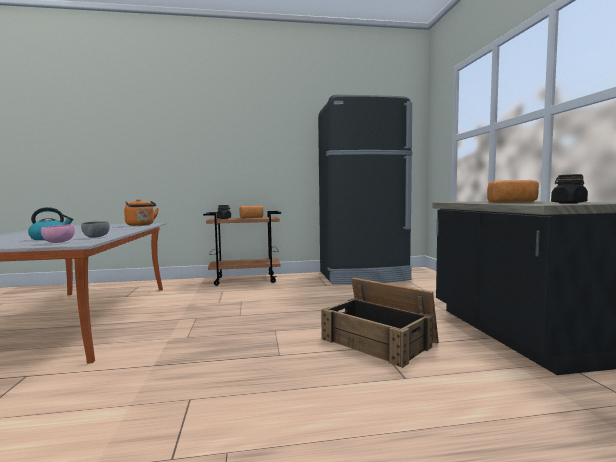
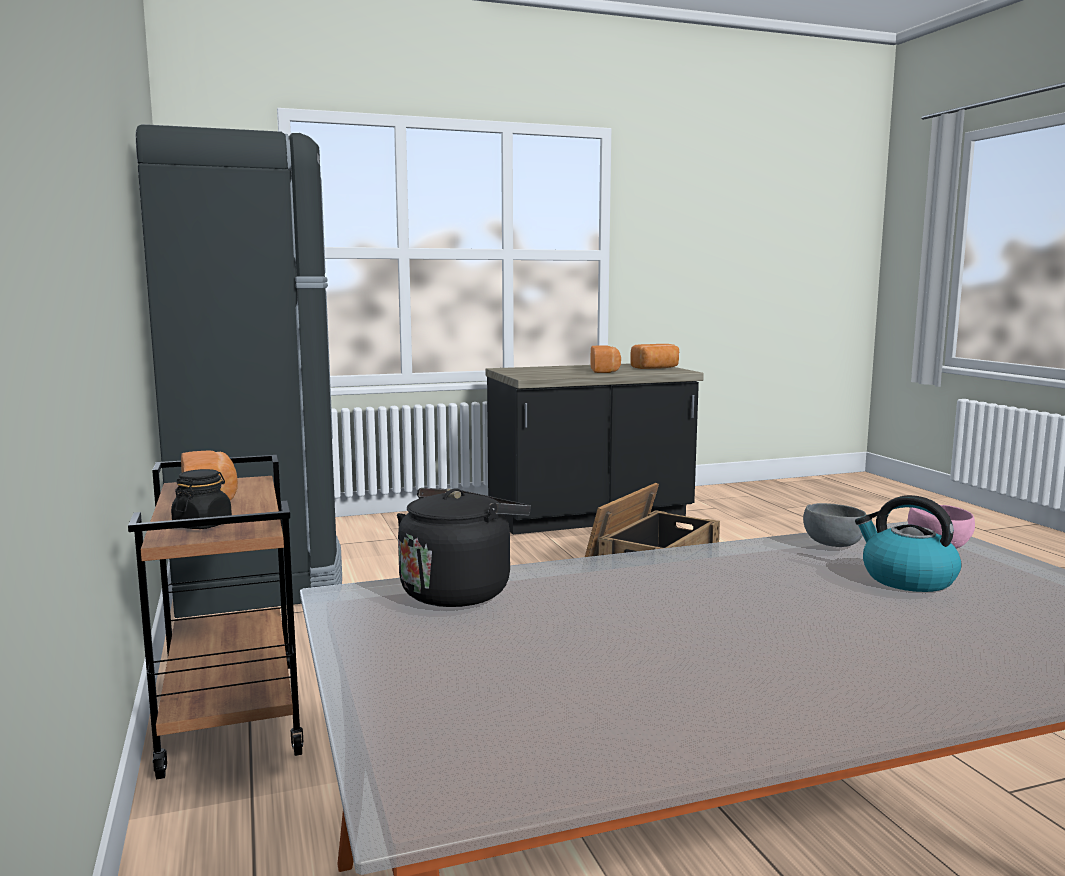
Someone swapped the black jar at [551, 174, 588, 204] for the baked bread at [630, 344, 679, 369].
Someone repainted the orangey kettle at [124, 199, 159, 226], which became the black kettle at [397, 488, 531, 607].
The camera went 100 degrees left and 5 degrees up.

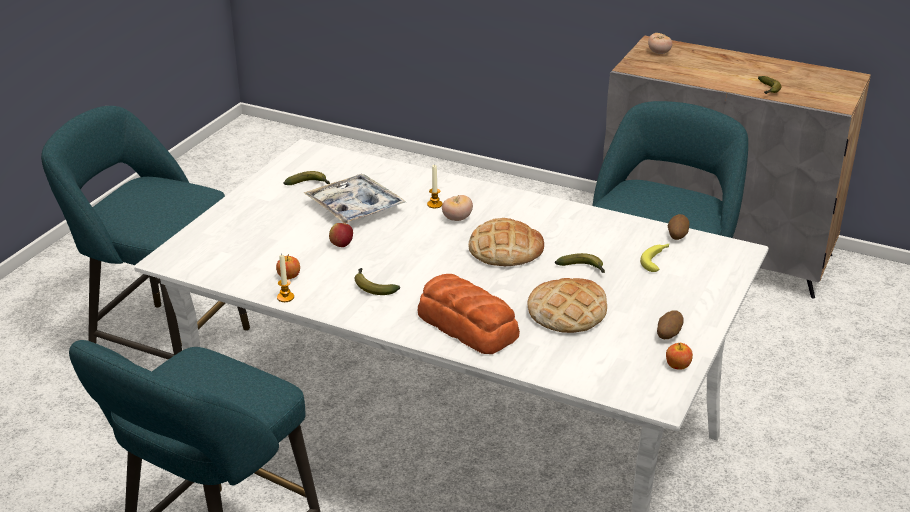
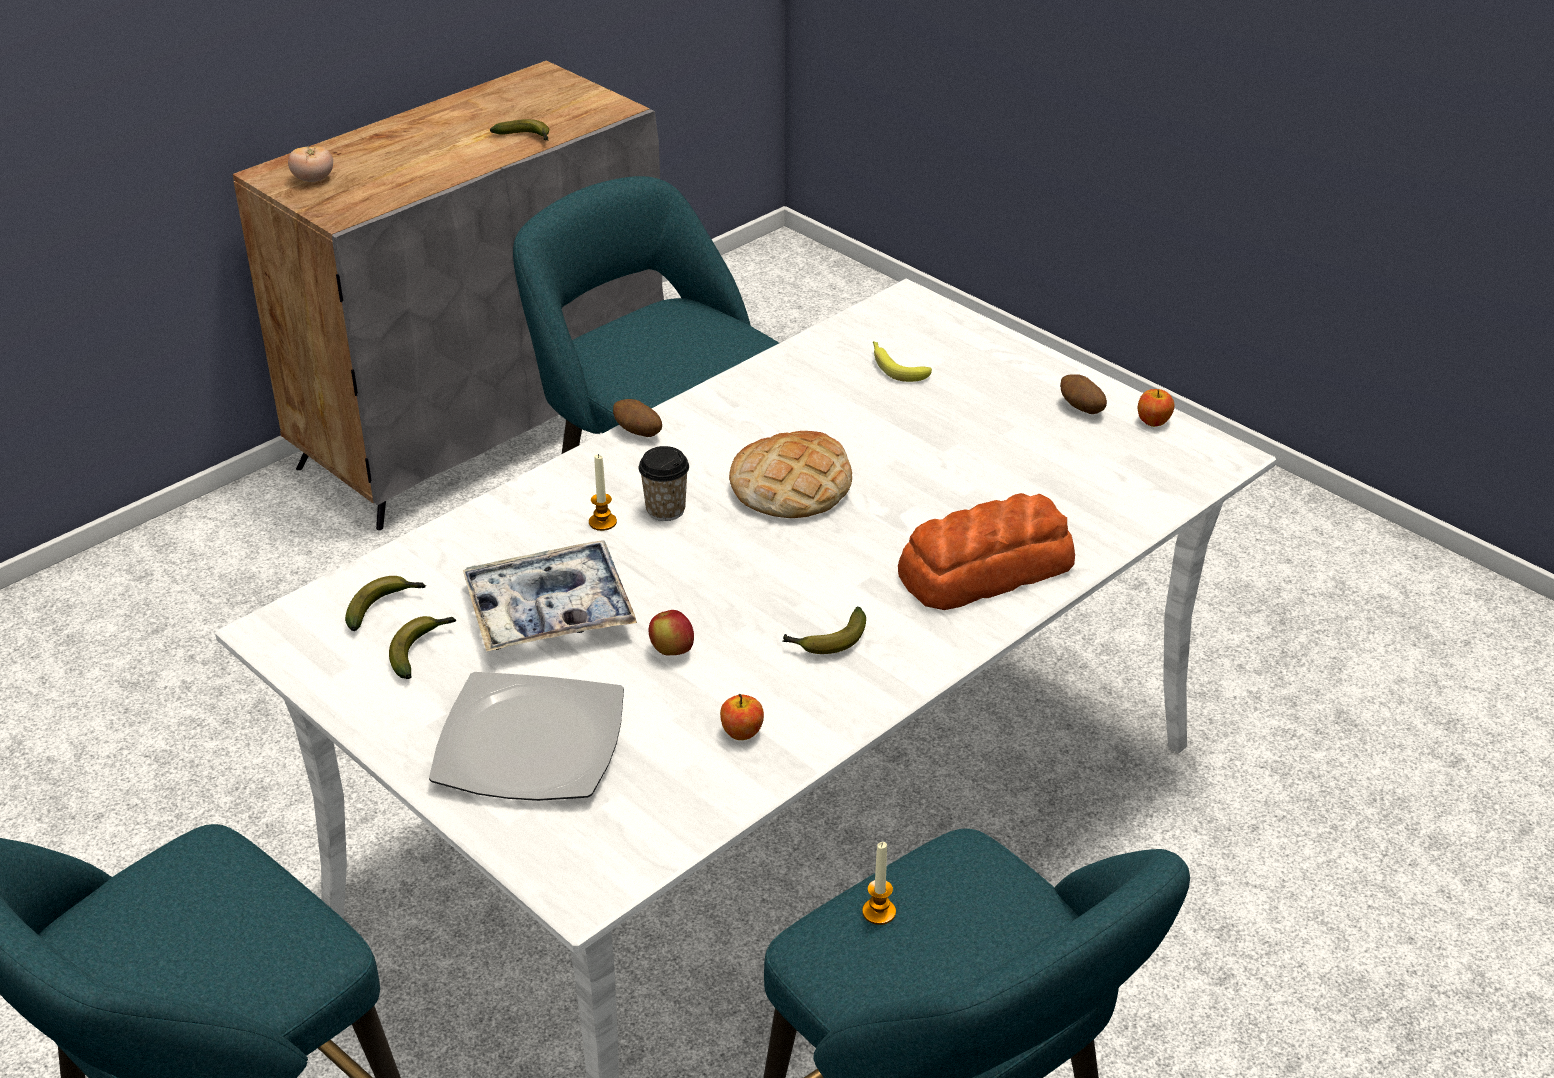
Someone swapped the whole tomato at [442, 195, 473, 221] for the cup at [638, 446, 689, 521].
Someone carried the whole potato from [668, 214, 689, 240] to [613, 399, 662, 437].
Someone carried the banana fruit from [555, 253, 605, 273] to [345, 576, 426, 631].
Someone carried the wax light from [277, 255, 294, 302] to [862, 842, 896, 925].
Someone took away the baked bread at [528, 278, 607, 333].
Someone put down the dinner plate at [429, 672, 624, 801].
The camera went 70 degrees left and 5 degrees up.

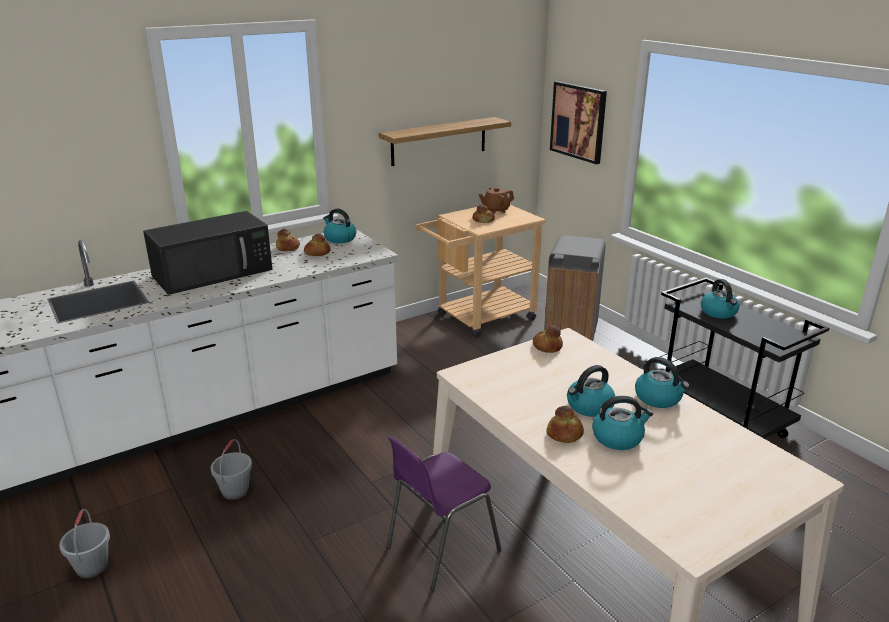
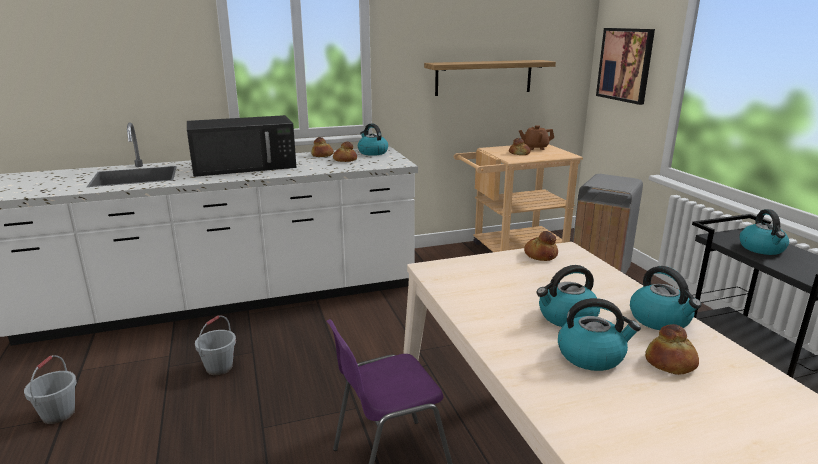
Someone carried the baked bread from [547, 406, 584, 443] to [645, 324, 699, 375].
The camera went 15 degrees right and 5 degrees down.

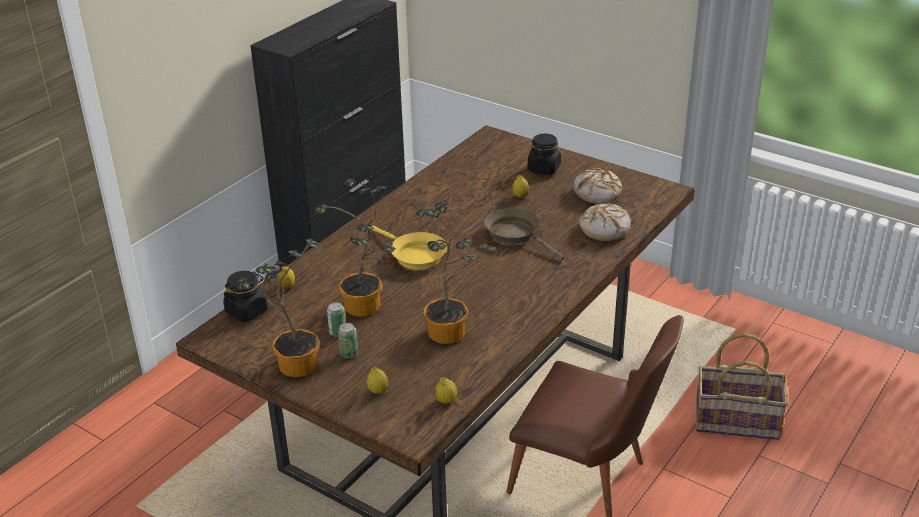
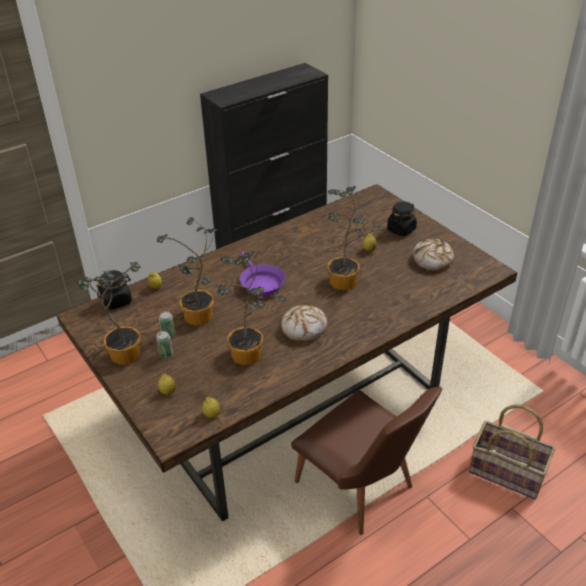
Someone carried the baked bread from [579, 203, 631, 241] to [281, 305, 328, 341].
Someone swapped the brown-coloured frying pan at [484, 208, 564, 260] for the plant in a pot at [327, 186, 385, 290].
Someone repainted the yellow-coloured frying pan at [372, 226, 447, 270], which became the purple-coloured frying pan at [240, 251, 285, 296].
The camera went 20 degrees right and 5 degrees up.

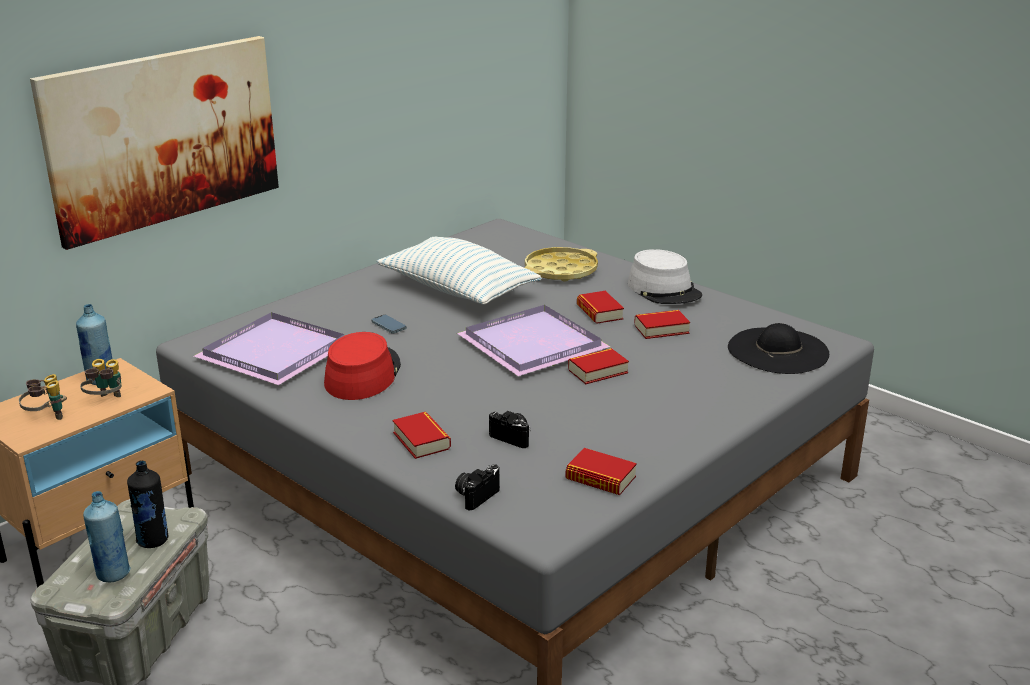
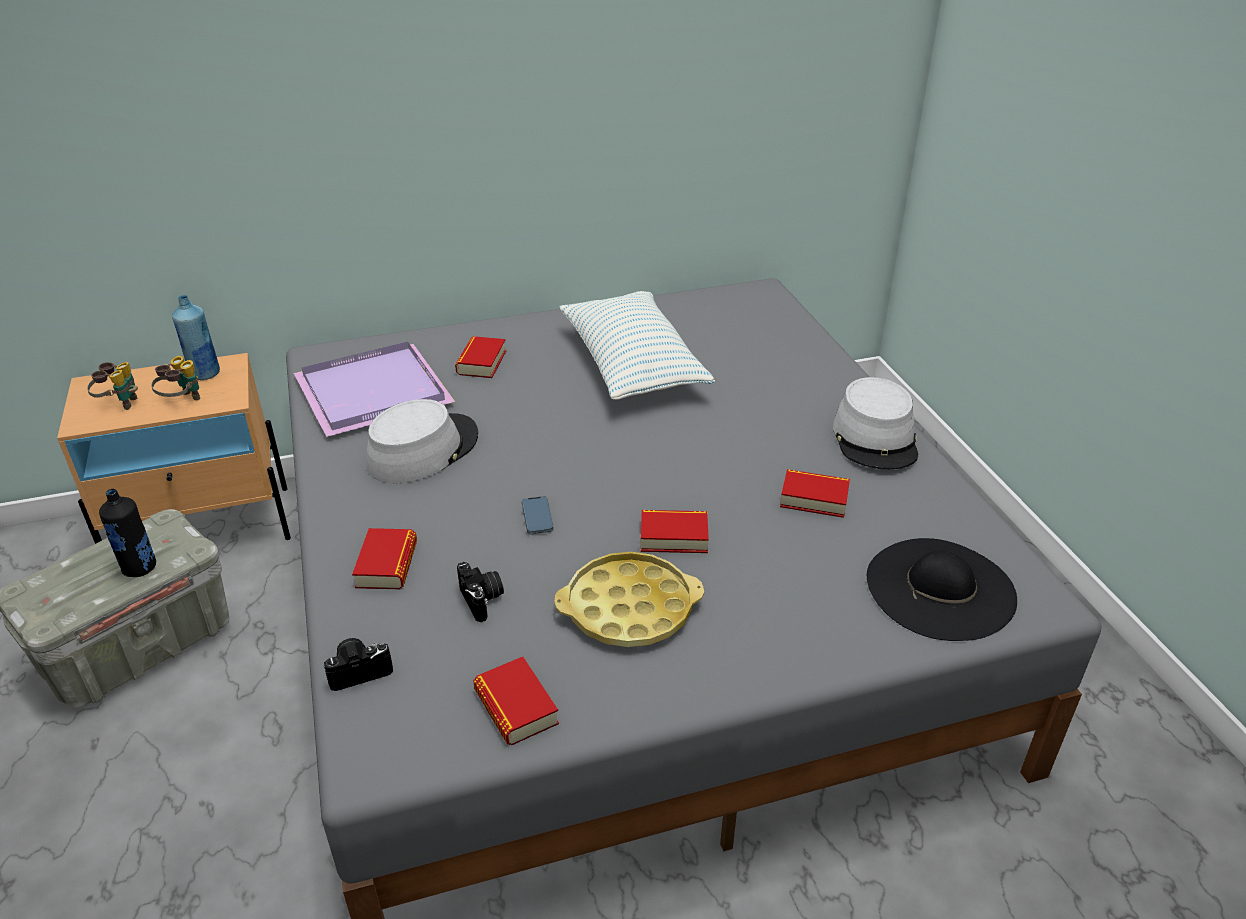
Someone took away the wall picture at [30, 36, 279, 250].
Someone carried the yellow-coloured tray from [525, 247, 598, 282] to [555, 552, 704, 647].
Someone carried the bound book from [577, 291, 624, 324] to [455, 336, 506, 378].
Someone took away the purple-coloured tray at [457, 305, 611, 376].
Someone carried the phone from [371, 315, 407, 333] to [522, 496, 554, 534].
Someone repainted the reddish clothing hat at [324, 332, 401, 400], which became the grey clothing hat at [367, 399, 478, 483].
Someone took away the blue bottle at [83, 491, 131, 583].
The camera went 30 degrees right and 10 degrees up.

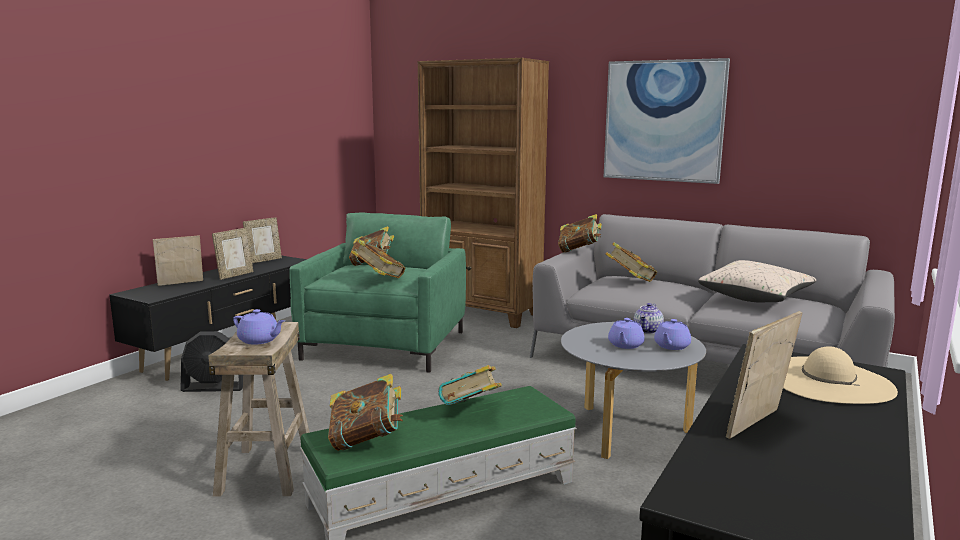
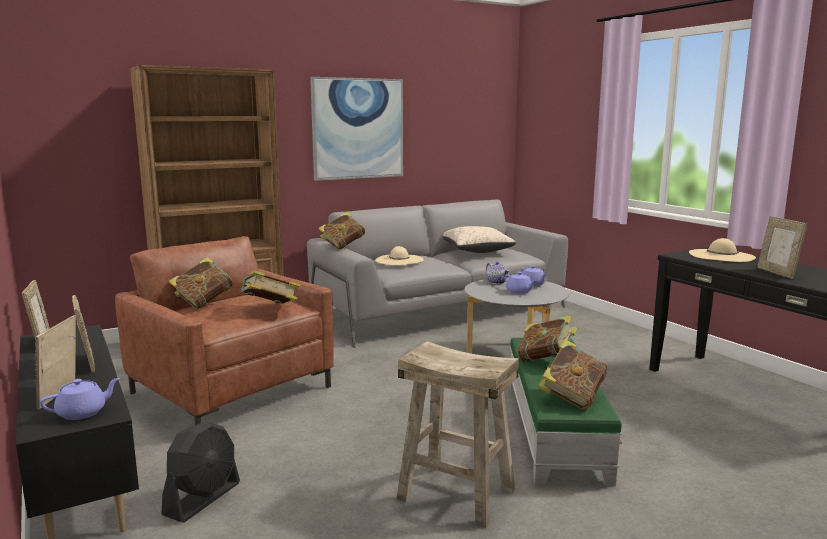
Someone repainted the greenish armchair at [289, 213, 466, 373], which became the brown-coloured armchair at [115, 236, 334, 425].
Someone swapped the bound book at [606, 242, 657, 282] for the beige-coloured clothing hat at [375, 246, 424, 265].
Someone carried the purple-coloured teapot from [233, 309, 285, 345] to [40, 378, 120, 420].
The camera went 60 degrees left and 0 degrees up.

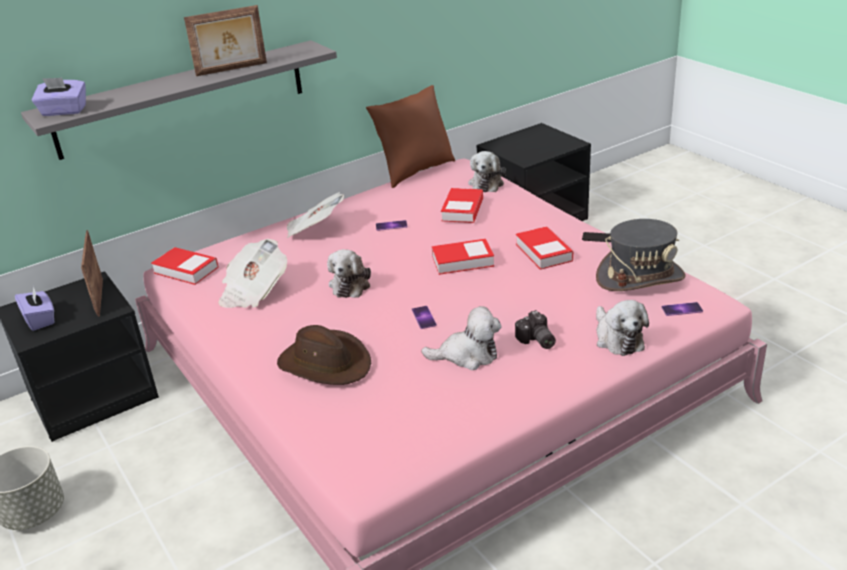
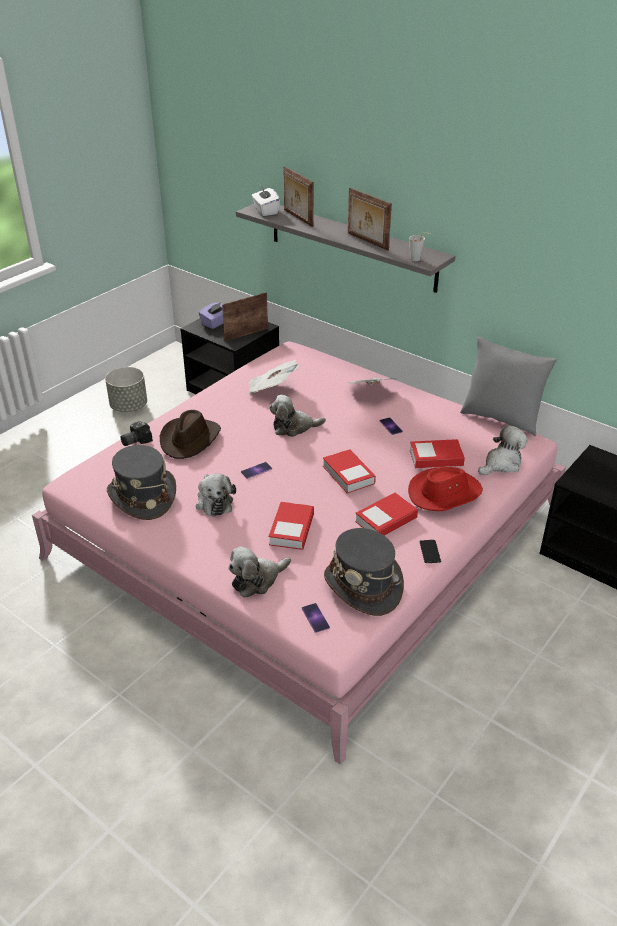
Someone repainted the purple-coloured box of tissues at [32, 78, 86, 116], which became the white-coloured box of tissues at [252, 186, 280, 216].
Someone repainted the brown-coloured cushion at [366, 85, 455, 188], which became the grey cushion at [460, 336, 557, 436].
Someone rotated the cuddly toy at [468, 151, 506, 192] by 150 degrees clockwise.
Someone carried the bound book from [151, 247, 218, 285] to [269, 502, 314, 550].
Someone carried the still camera from [515, 310, 556, 349] to [121, 421, 153, 446].
Someone put down the standing frame at [283, 166, 314, 227].
Someone put down the grey cup at [409, 233, 431, 261].
Someone put down the grey clothing hat at [107, 445, 176, 520].
Someone put down the reddish clothing hat at [408, 467, 483, 511].
The camera went 70 degrees right and 5 degrees up.

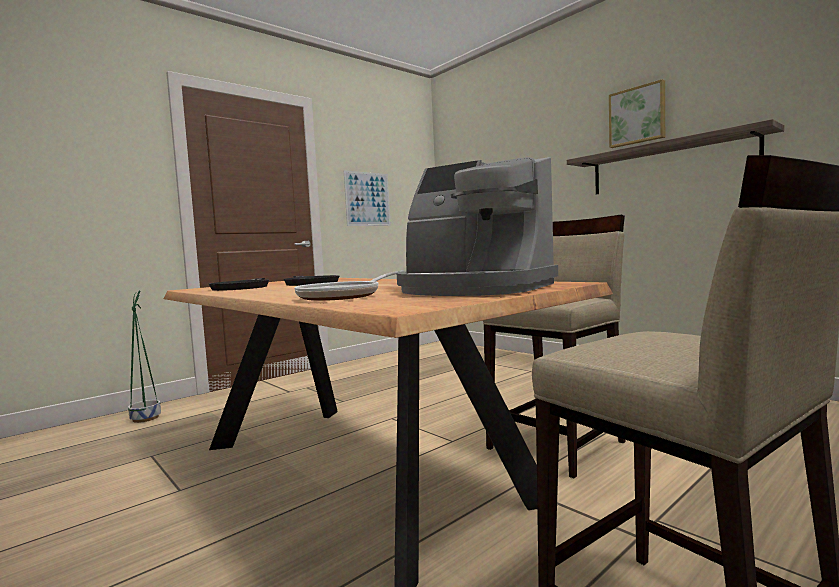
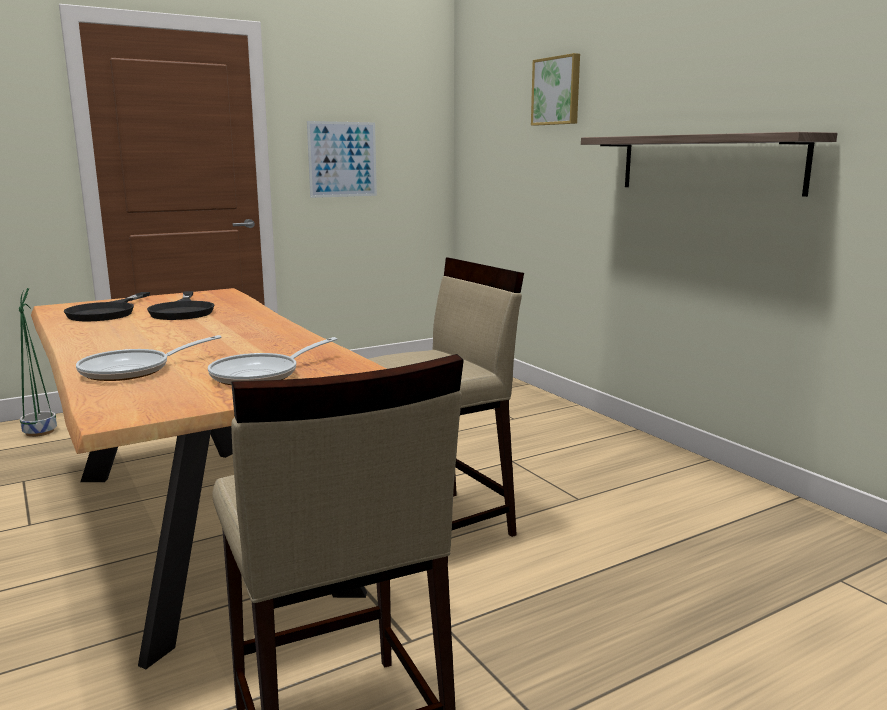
Someone carried the wall picture from [609, 79, 665, 148] to [531, 53, 580, 126].
Someone swapped the coffee maker at [397, 157, 558, 296] for the frying pan at [208, 337, 337, 385].
The camera went 10 degrees right and 10 degrees up.

